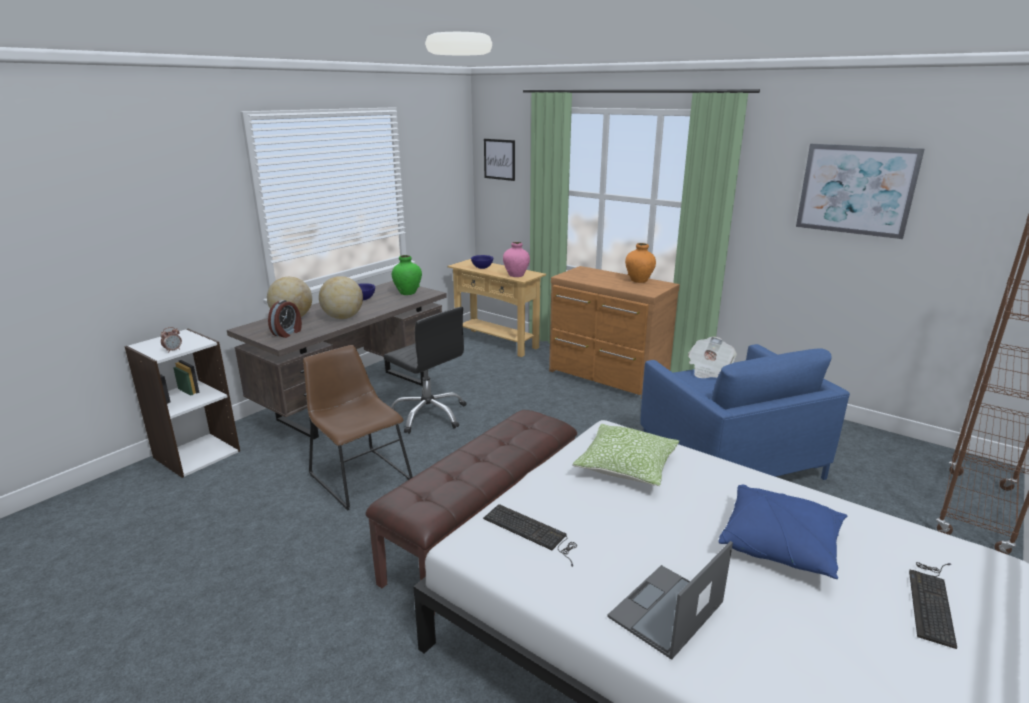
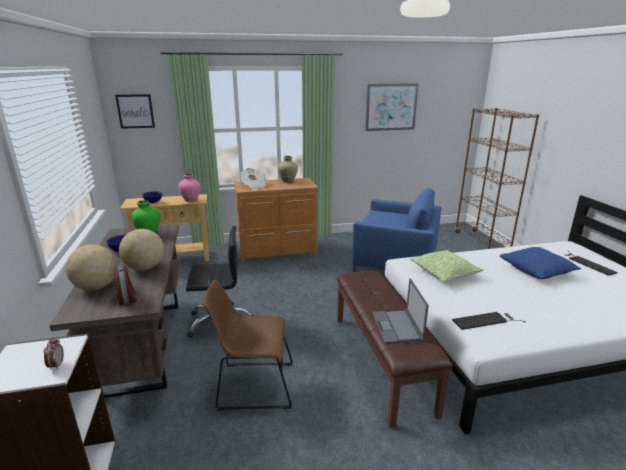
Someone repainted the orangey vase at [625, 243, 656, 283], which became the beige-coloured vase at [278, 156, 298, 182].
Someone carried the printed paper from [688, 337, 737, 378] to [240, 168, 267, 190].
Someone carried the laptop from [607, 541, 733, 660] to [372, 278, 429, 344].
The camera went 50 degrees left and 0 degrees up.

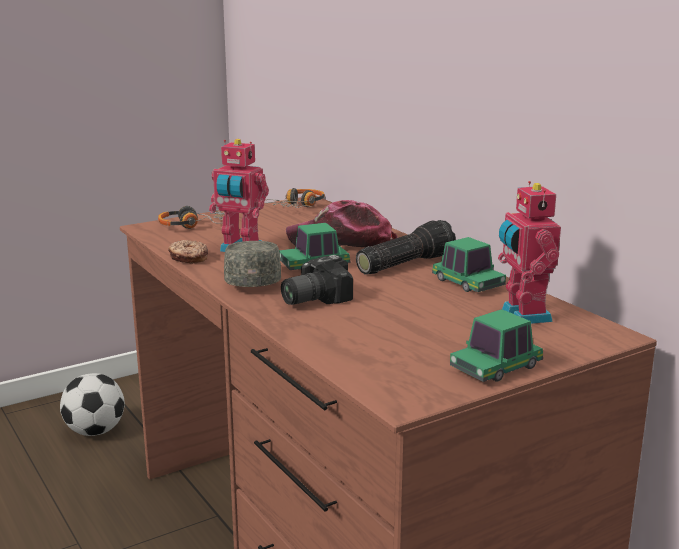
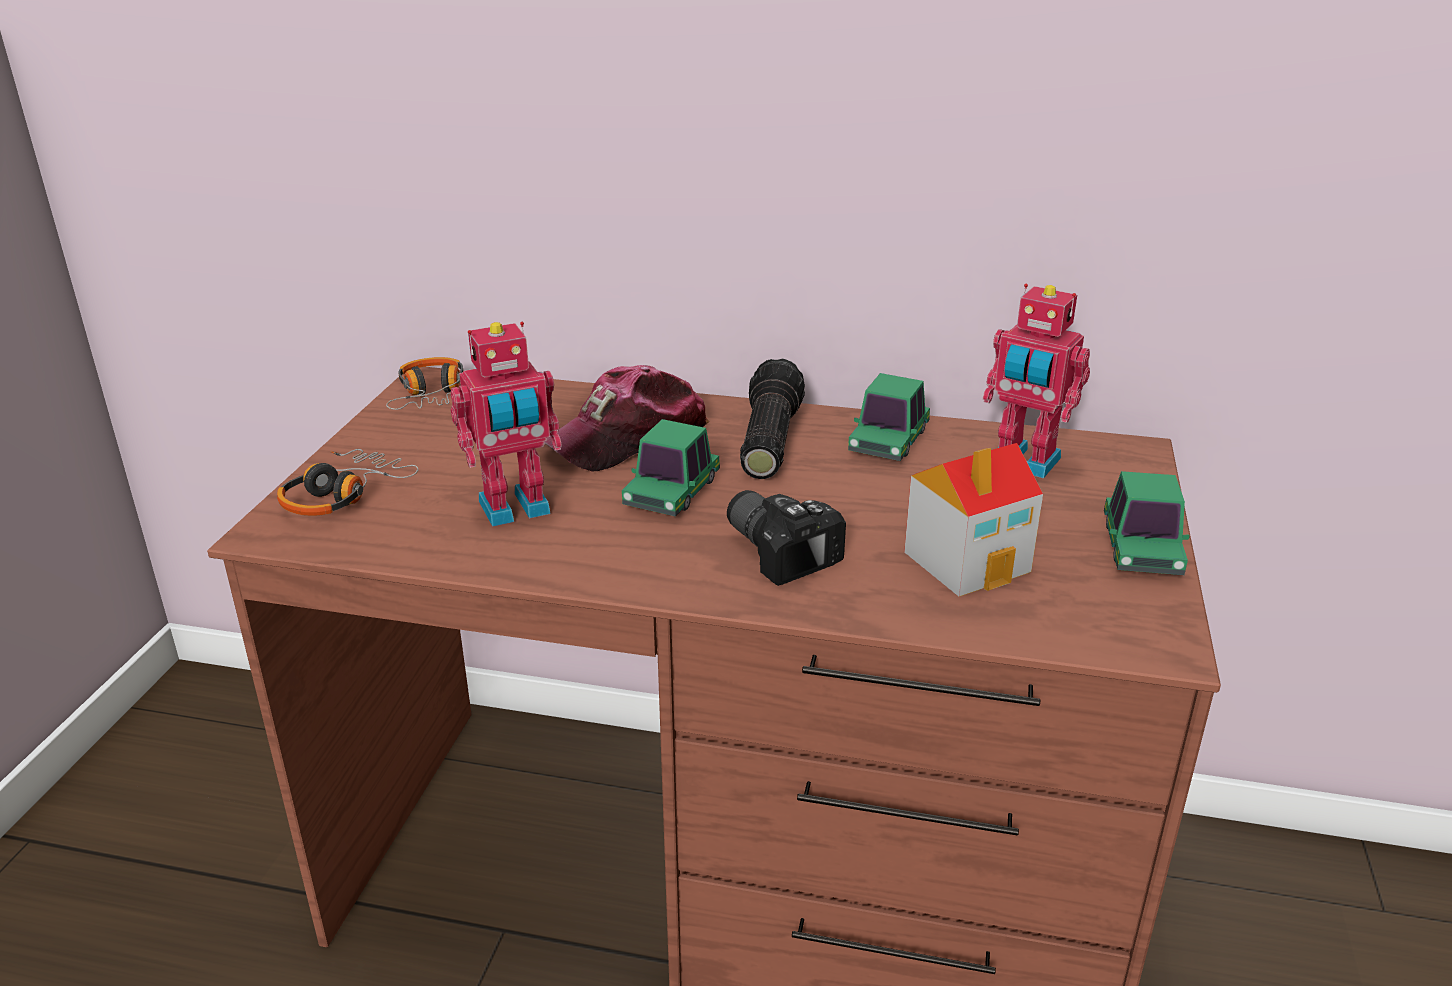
Someone rotated the toy car at [432, 237, 506, 292] by 105 degrees clockwise.
Someone took away the doughnut at [168, 240, 208, 264].
Someone took away the grey peaked cap at [224, 241, 281, 287].
Someone rotated the still camera at [281, 255, 353, 305] by 135 degrees clockwise.
Someone took away the football ball at [60, 373, 125, 436].
Someone put down the toy house at [904, 443, 1043, 597].
The camera went 45 degrees left and 10 degrees up.

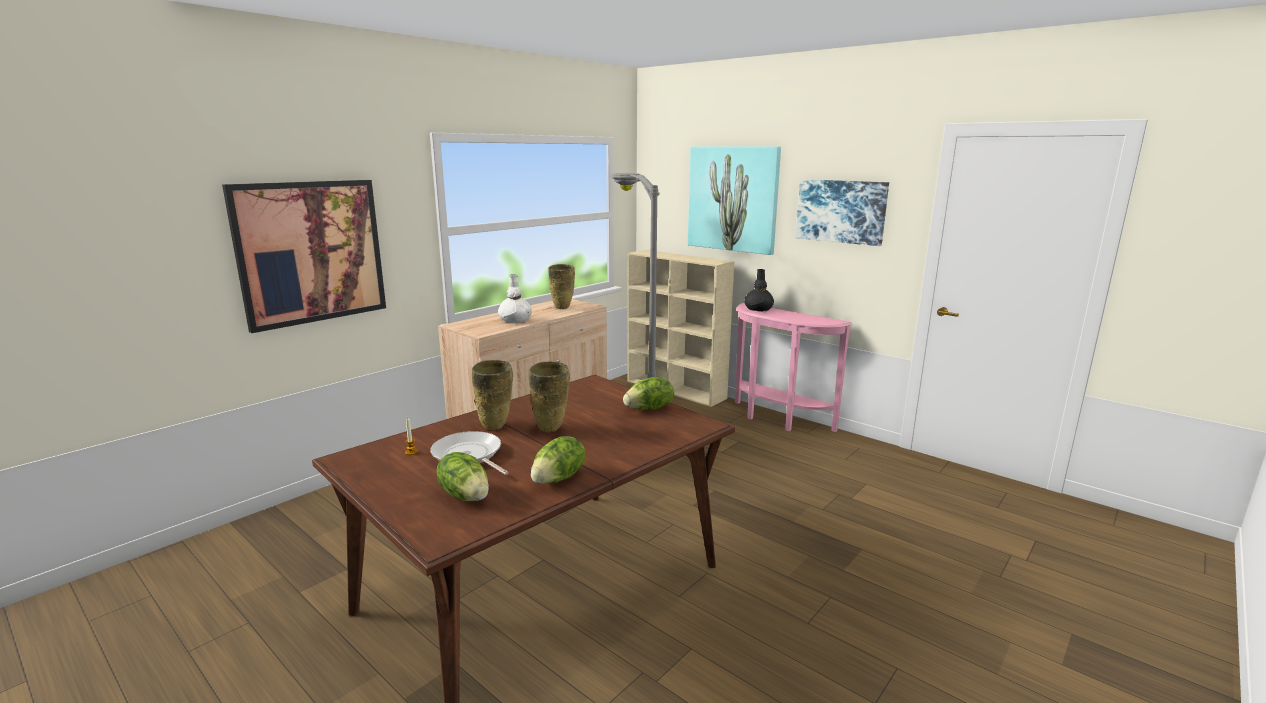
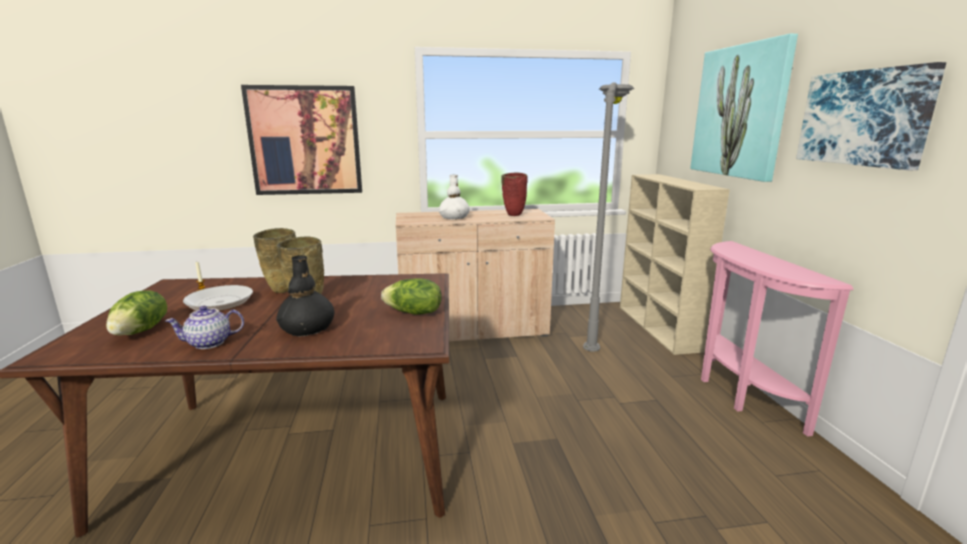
Someone repainted the beige-coloured vase at [548, 264, 575, 309], which became the reddish vase at [501, 173, 527, 216].
Someone carried the black vase from [744, 269, 774, 312] to [276, 255, 334, 337].
Someone swapped the lettuce head at [531, 436, 586, 484] for the teapot at [165, 306, 244, 349].
The camera went 40 degrees right and 0 degrees up.

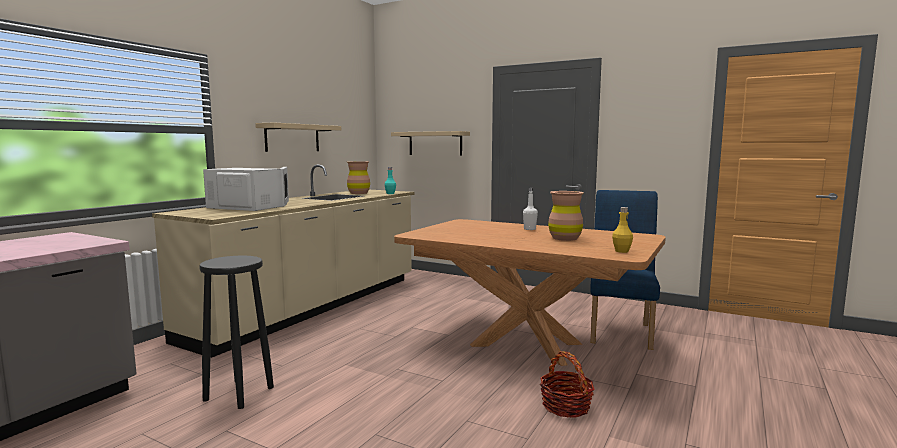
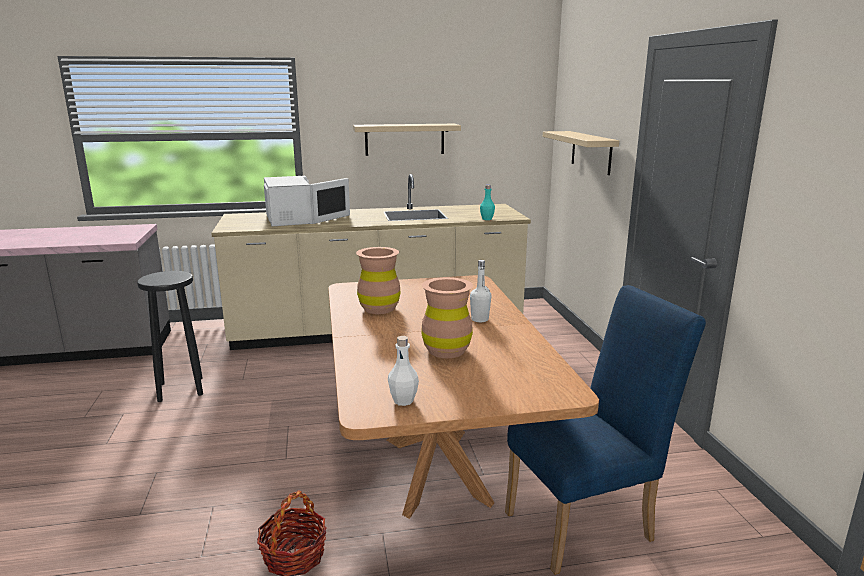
Someone carried the brown-coloured vase from [347, 161, 370, 194] to [356, 247, 401, 314].
Someone repainted the yellow-coloured bottle at [612, 207, 633, 253], which became the white-coloured bottle at [388, 336, 419, 406].
The camera went 50 degrees right and 10 degrees up.

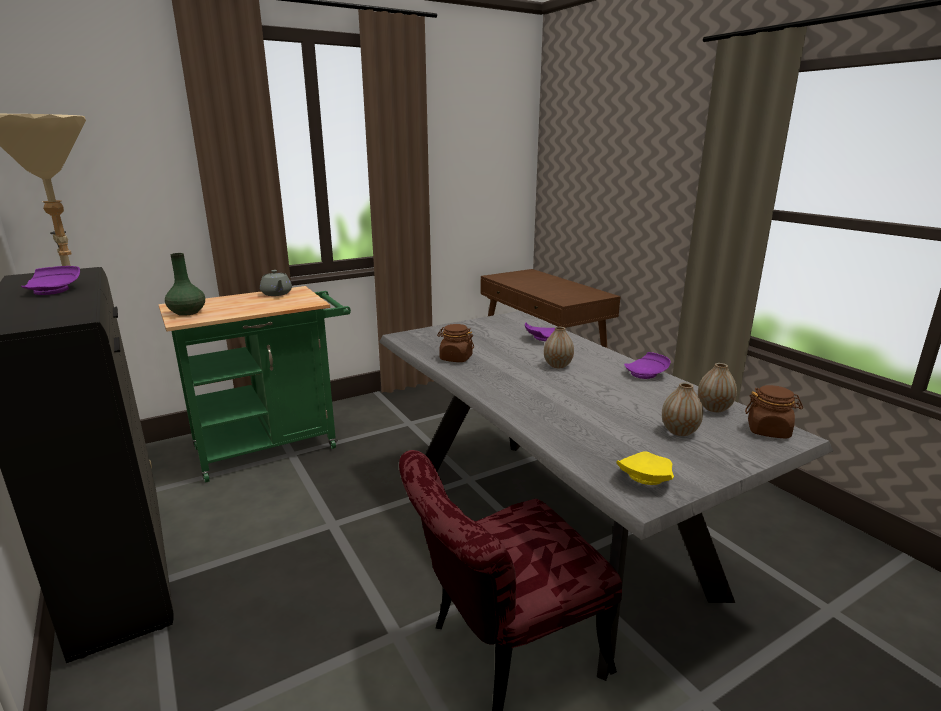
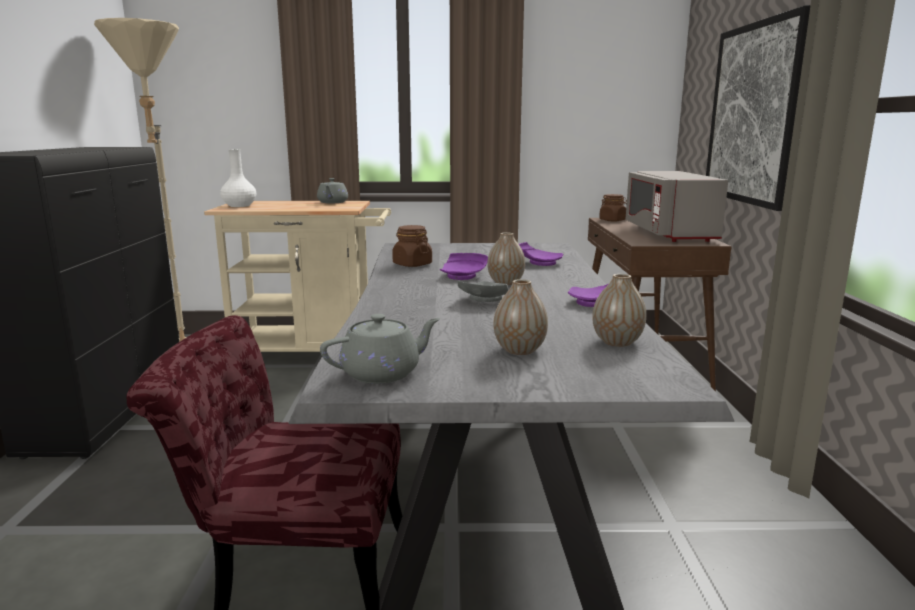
Someone repainted the greenish vase at [165, 253, 205, 316], which became the white-coloured vase at [220, 149, 256, 207].
Someone carried the purple-coloured dinner plate from [21, 266, 80, 295] to [440, 253, 488, 280].
Someone repainted the greenish cart at [158, 286, 351, 483], which became the beige-coloured cart at [204, 201, 391, 352].
Someone carried the brown-coloured jar from [745, 385, 803, 439] to [599, 194, 627, 222].
Someone swapped the yellow-coloured dinner plate at [616, 451, 674, 485] for the grey teapot at [320, 314, 440, 384].
Someone put up the wall picture at [706, 5, 811, 211].
Someone put down the grey microwave oven at [625, 171, 728, 242].
Someone put down the grey dinner plate at [458, 281, 509, 302].
The camera went 30 degrees right and 5 degrees down.

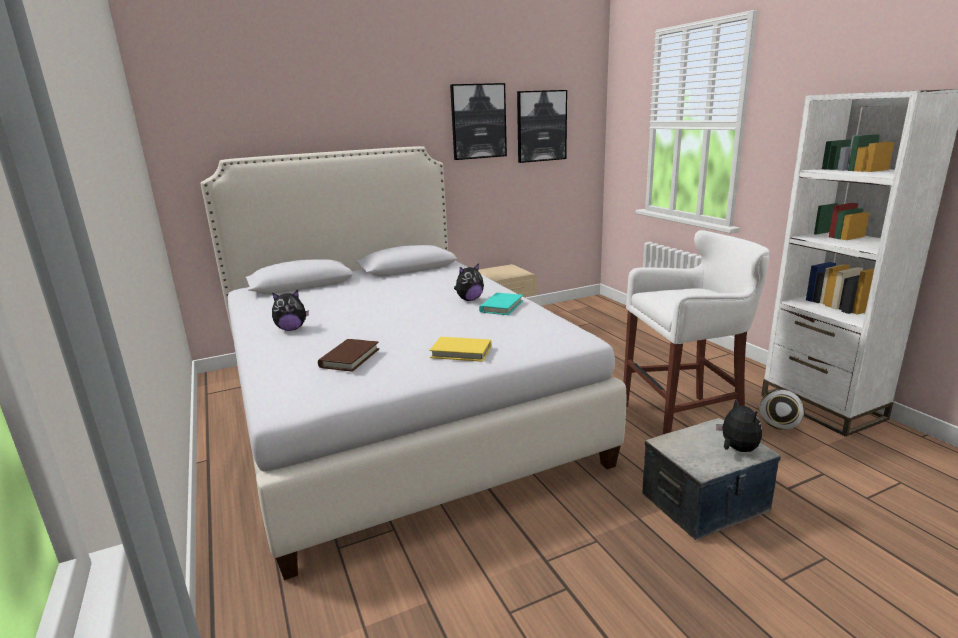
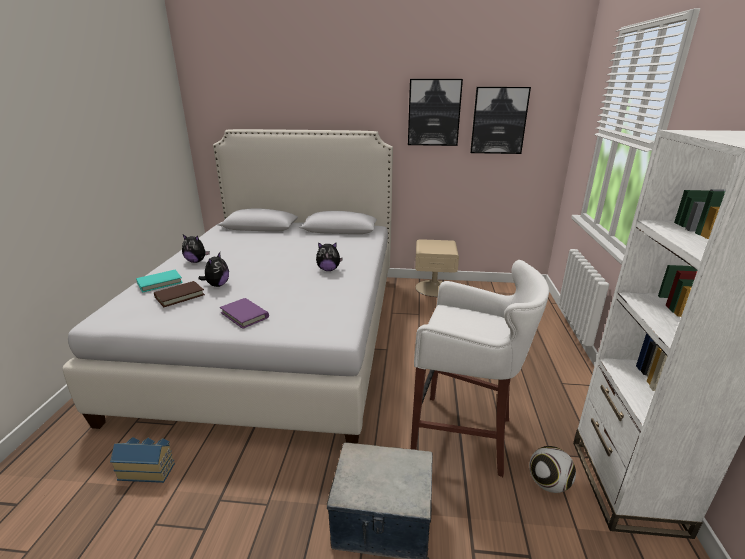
Someone carried the turquoise-coloured bound book from [479, 293, 523, 315] to [136, 270, 183, 293].
Someone repainted the yellow-coloured bound book at [430, 337, 491, 362], which became the purple-coloured bound book at [220, 298, 269, 329].
Someone carried the cuddly toy from [716, 398, 762, 452] to [198, 252, 229, 287].
Someone put down the toy house at [110, 437, 175, 483].
The camera went 30 degrees right and 5 degrees up.

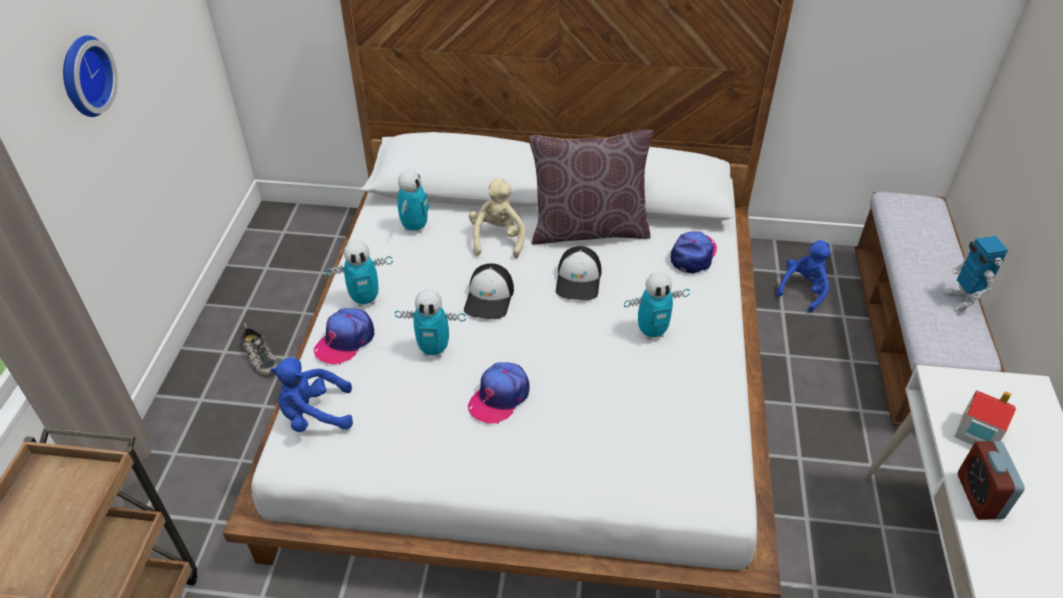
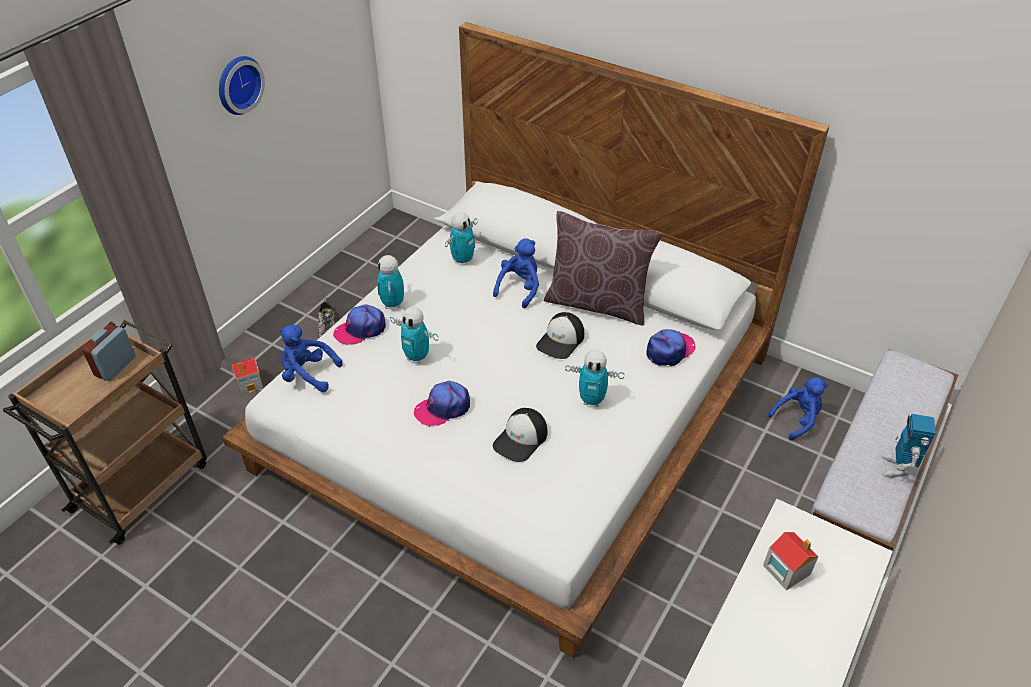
Someone repainted the beige-coloured cuddly toy at [469, 178, 525, 258], which became the blue cuddly toy at [493, 238, 539, 308].
Someone rotated the model robot at [325, 240, 393, 307] by 75 degrees clockwise.
Someone carried the peaked cap from [464, 263, 514, 319] to [493, 408, 547, 462].
Someone carried the table clock from [958, 441, 1025, 520] to [82, 324, 136, 381].
Someone put down the toy house at [232, 358, 263, 394].
The camera went 25 degrees right and 0 degrees up.

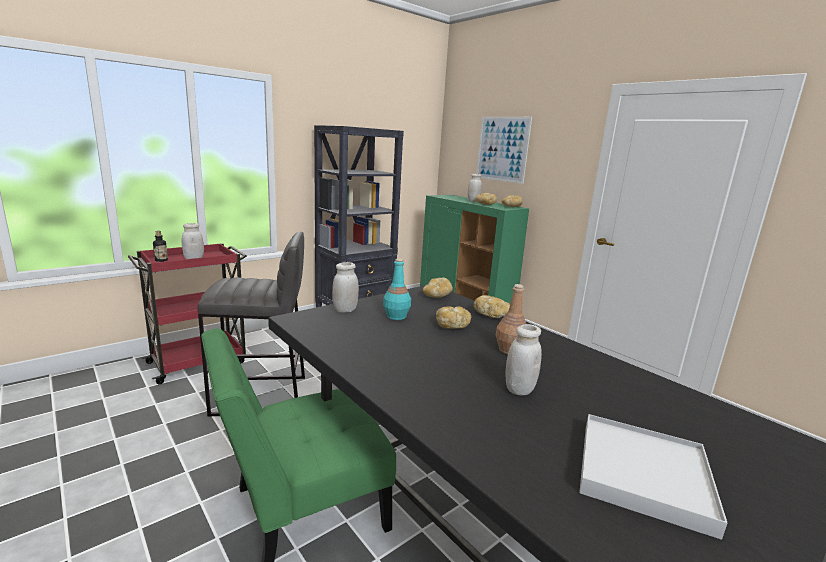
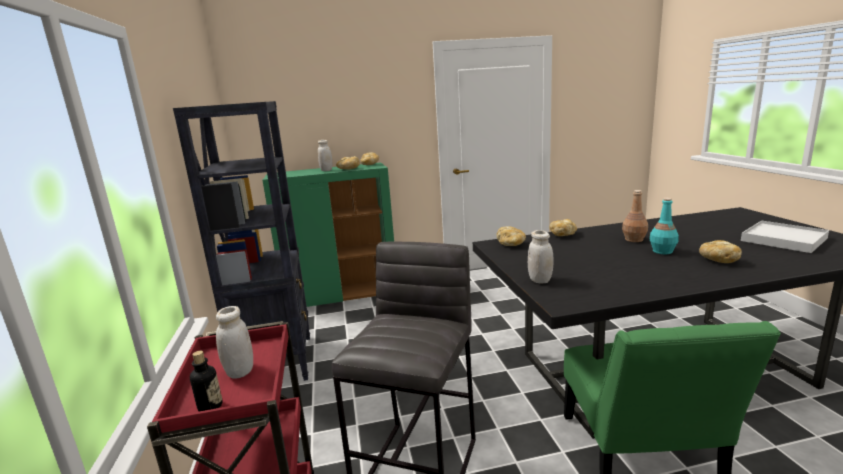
Someone took away the wall picture at [476, 117, 532, 184].
Someone carried the turquoise-coloured bottle from [383, 258, 411, 320] to [650, 198, 679, 254].
Someone carried the baked bread from [436, 306, 471, 329] to [699, 240, 742, 263].
Someone took away the white-coloured jar at [506, 324, 542, 395].
The camera went 60 degrees left and 0 degrees up.

